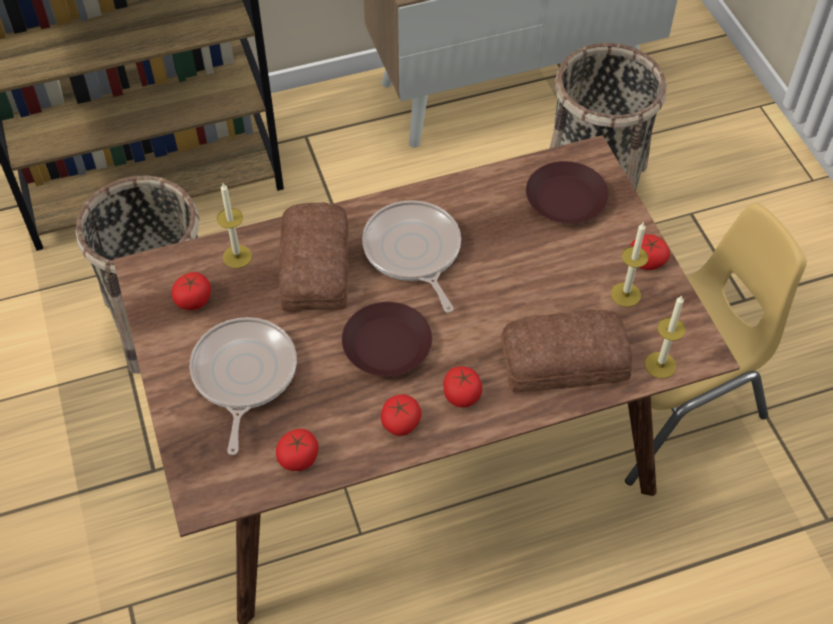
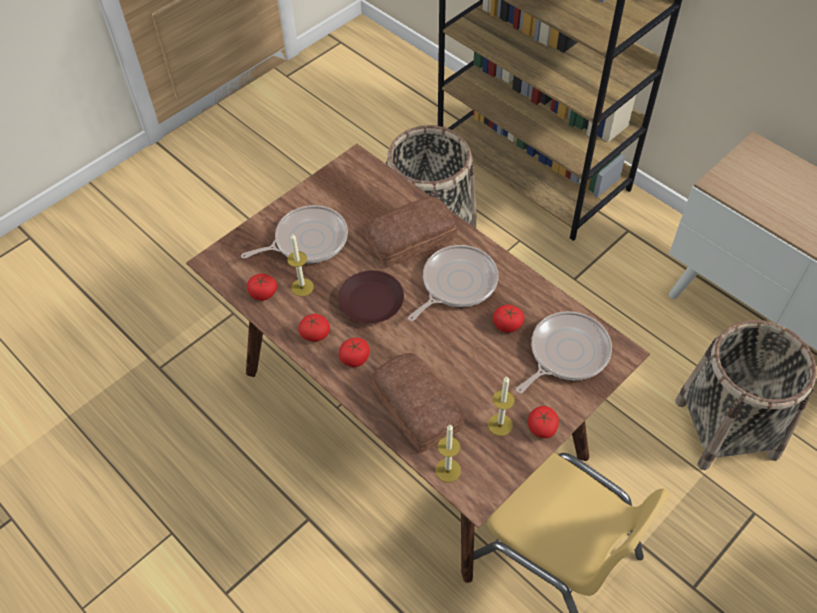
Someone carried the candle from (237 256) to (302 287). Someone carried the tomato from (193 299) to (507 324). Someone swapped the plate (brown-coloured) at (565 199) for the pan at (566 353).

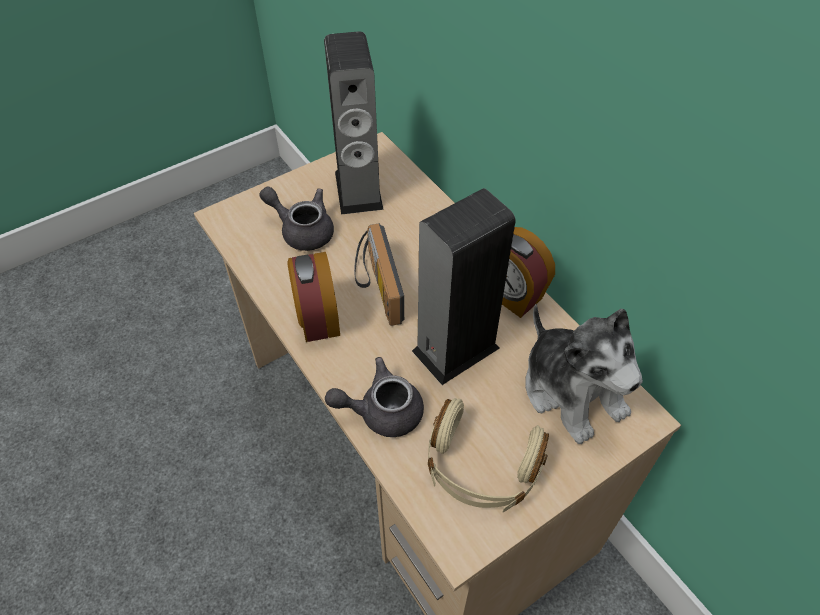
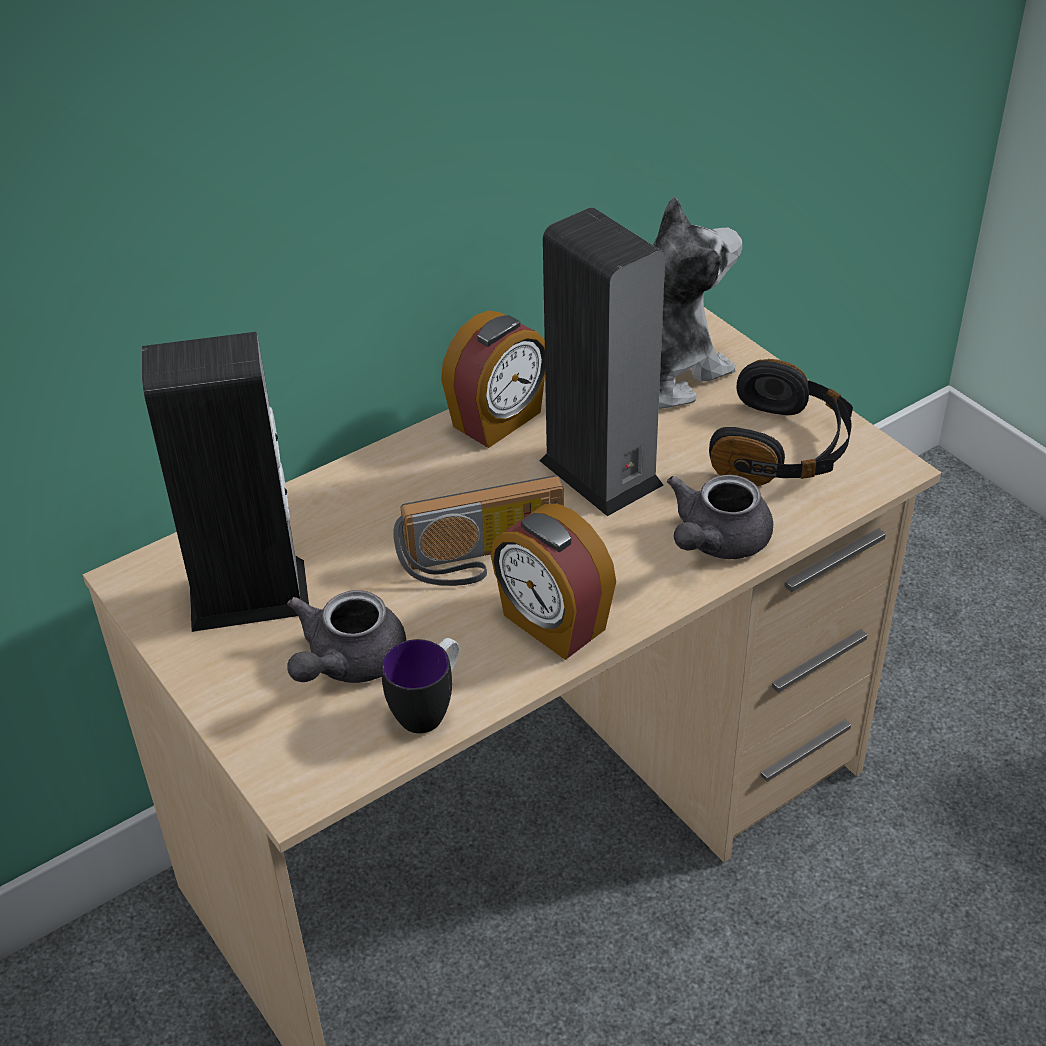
Someone put down the mug at (429 709). Someone rotated the alarm clock at (317 318) by 60 degrees clockwise. Someone rotated the tea pot (grey) at (381 411) by 45 degrees clockwise. Someone repainted the pair of headphones (sand-coloured) at (481 467), which became the pair of headphones (black-coloured) at (783 450).

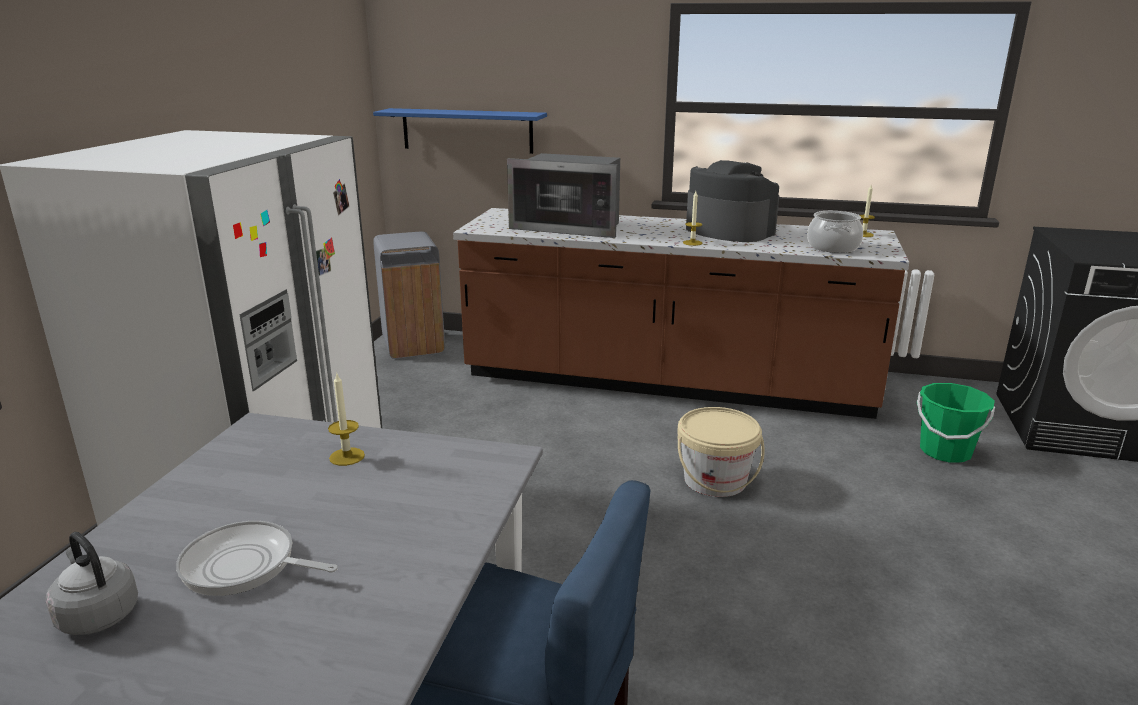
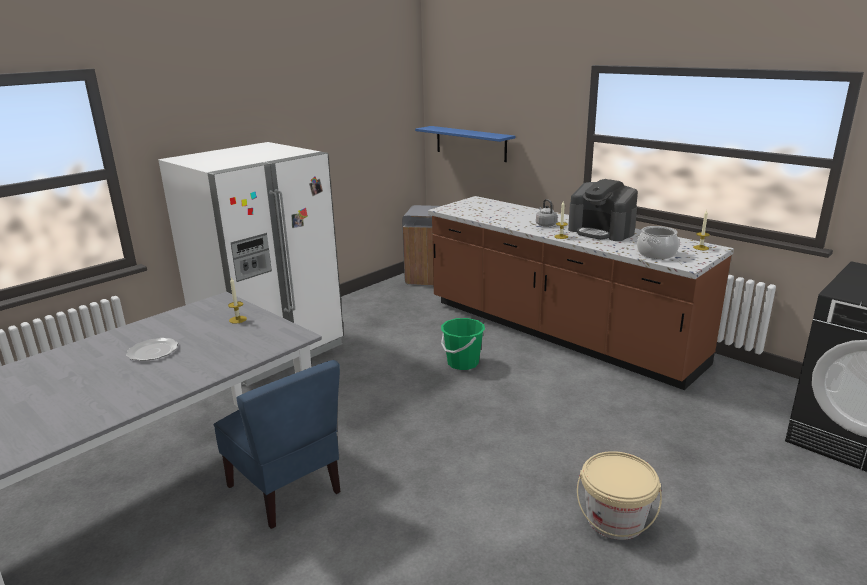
Someone swapped the pan at (244 566) for the plate at (152 352). Someone carried the bucket (green) from (945 451) to (462 363). Someone carried the water kettle (grey) from (97 614) to (545 224). Someone rotated the coffee maker at (728 231) by 150 degrees clockwise. Someone carried the bucket (sand-coloured) from (715 480) to (615 519). Someone took away the microwave oven at (570 226).

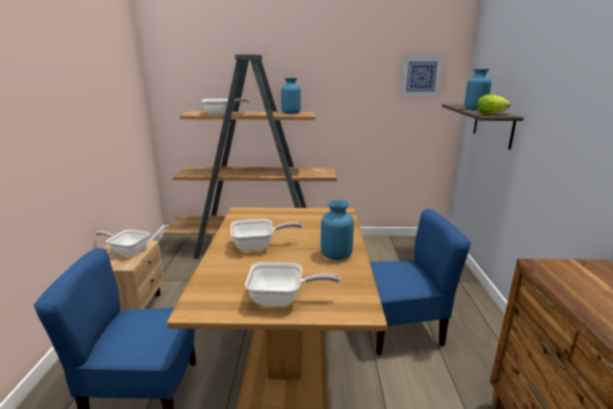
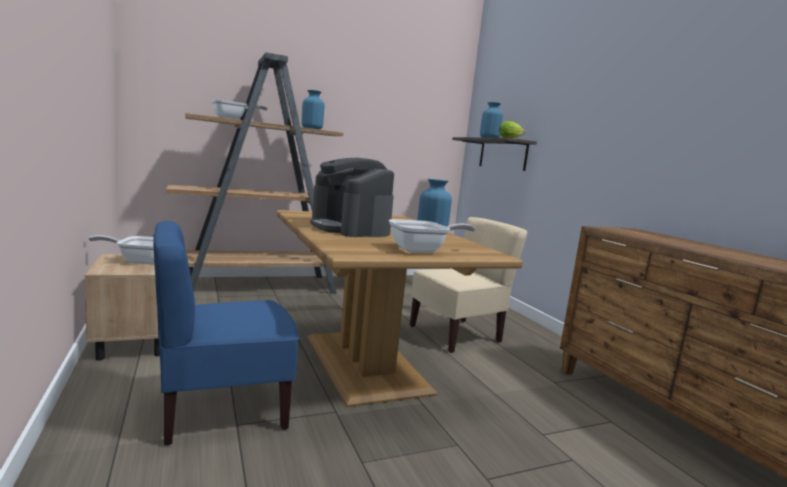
Someone swapped the pan at (258 246) for the coffee maker at (350 228). Someone repainted the upright chair (blue-coloured) at (399 329), which became the upright chair (sand-coloured) at (456 335). Someone took away the picture at (420 76).

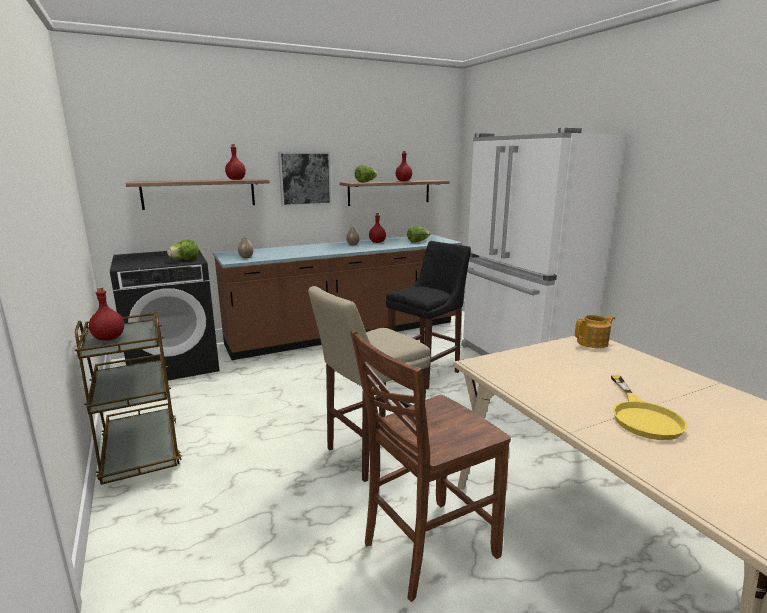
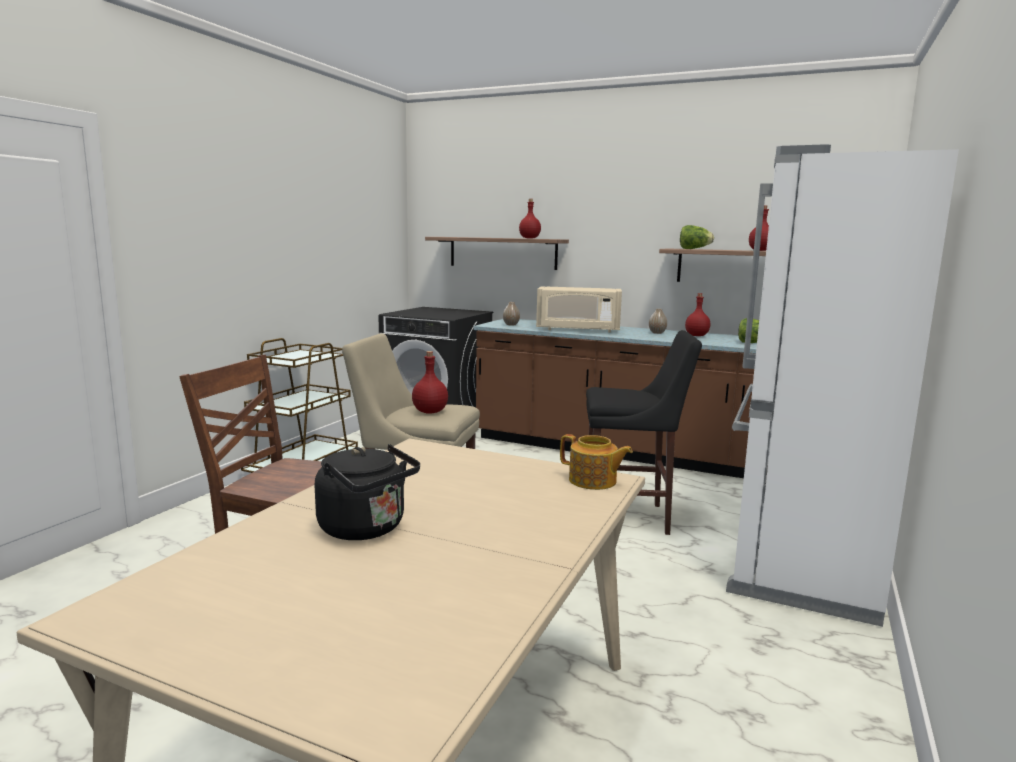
Someone swapped the pan (yellowish) at (642 416) for the water kettle (black-coloured) at (366 529). Someone carried the beverage bottle (reddish) from (108 338) to (429 412). Someone put down the microwave oven (sand-coloured) at (578 330). Someone took away the lettuce at (185 260). Someone took away the picture at (305 178).

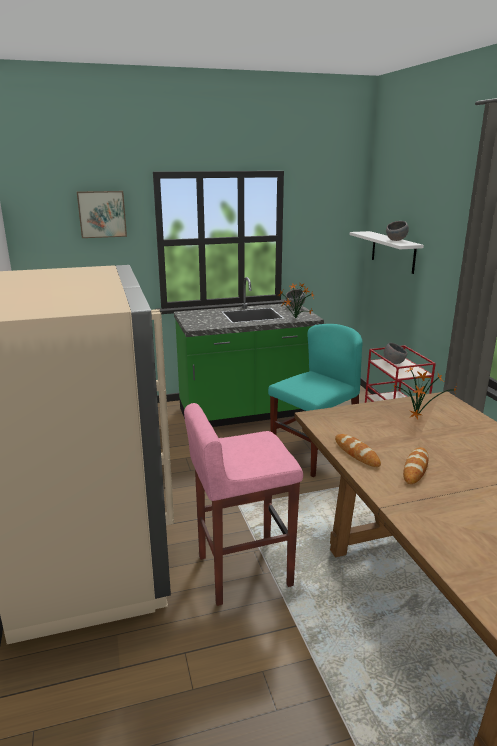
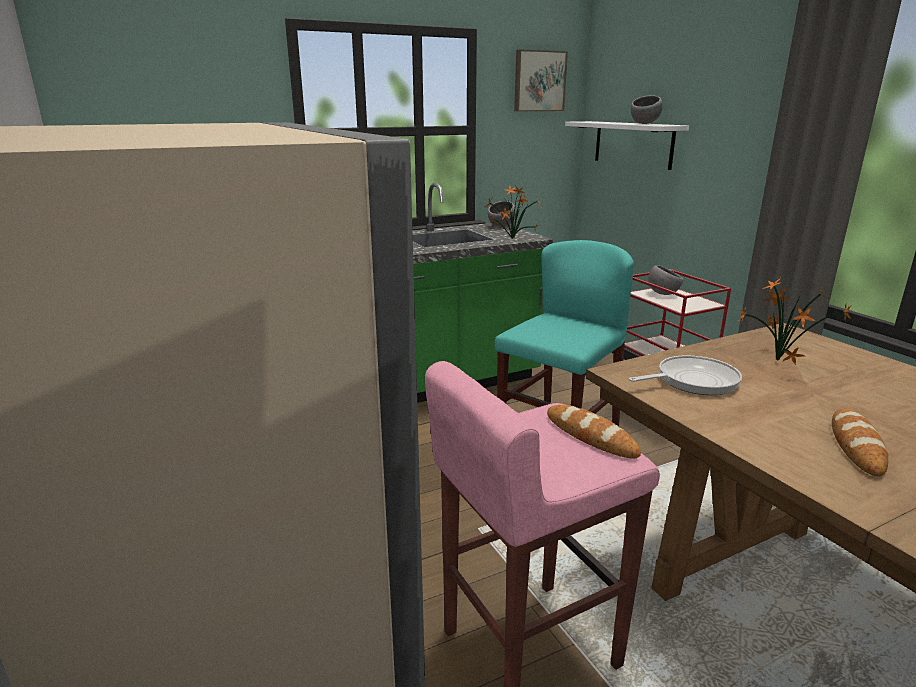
Someone carried the picture from (102 214) to (539 81). Someone carried the bread from (356 453) to (590 436). Someone put down the pan at (692 381).

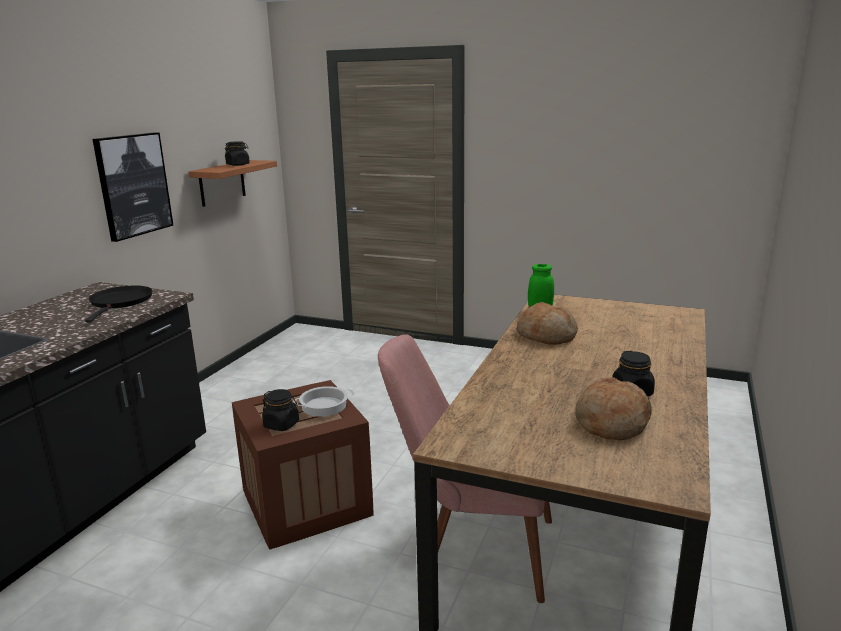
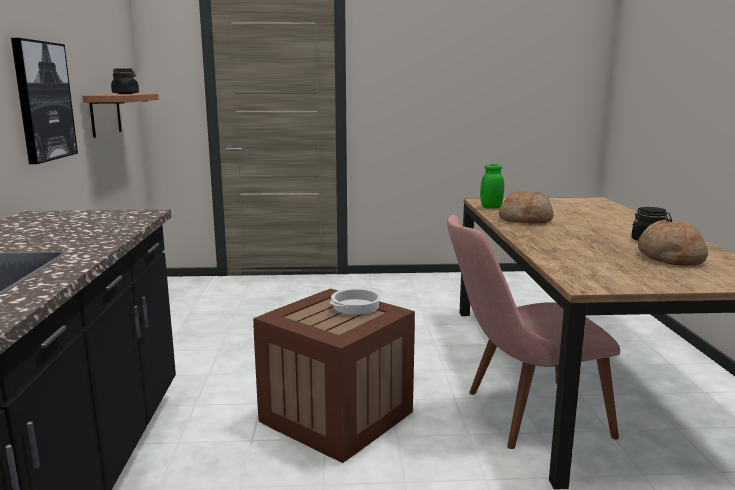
Someone took away the pan (black-coloured) at (120 302). Someone took away the storage jar (black-coloured) at (281 424).

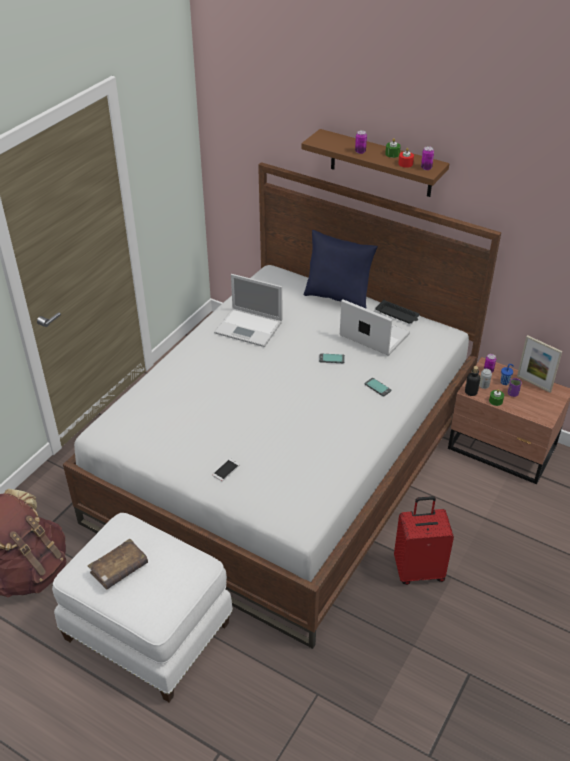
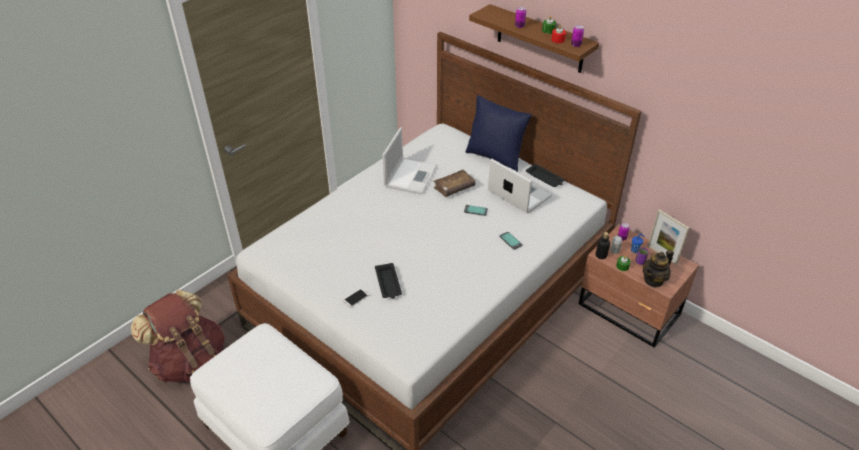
Someone put down the carrying tray (black-coloured) at (388 283). Someone rotated the notebook computer at (250 327) by 105 degrees counterclockwise. Someone carried the book (brown-coloured) from (119 569) to (454 188). Someone put down the tea pot at (653 280). Someone took away the suitcase (reddish) at (418 570).

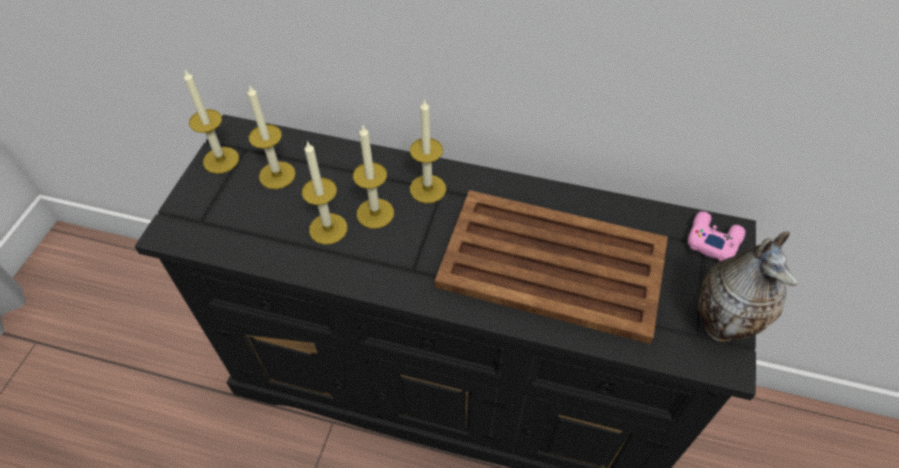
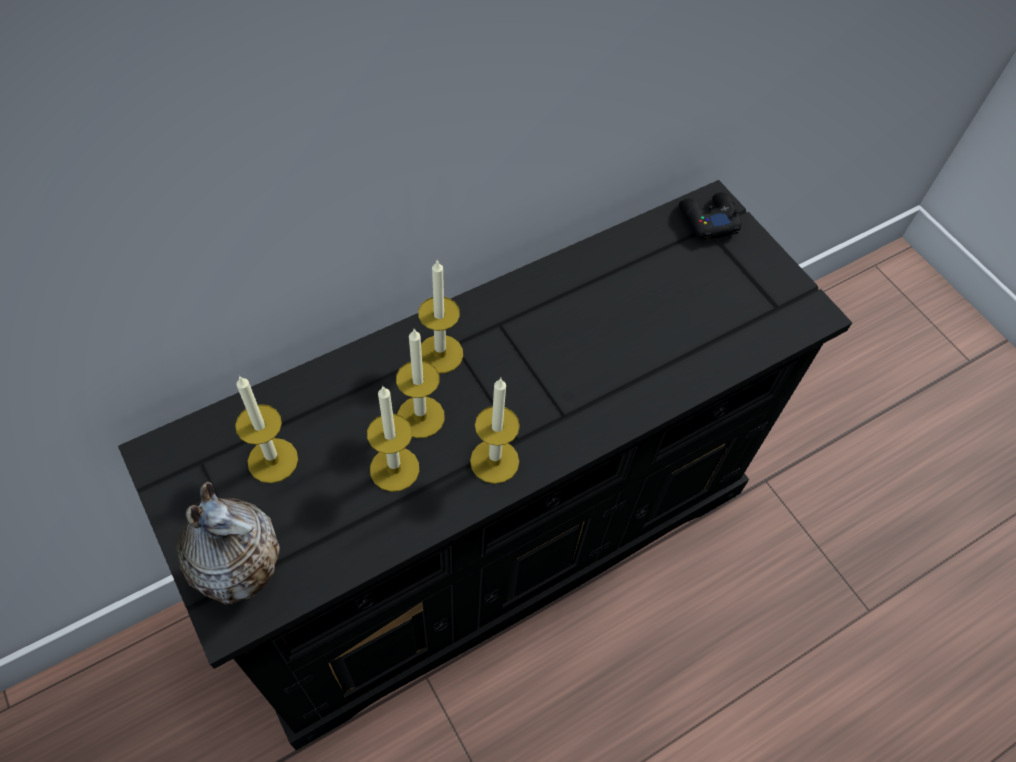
Someone carried the vase from (722 323) to (244 572). Someone carried the candle from (221 160) to (494 461). Someone repainted the joypad (pink) at (712 240), which became the joypad (black-coloured) at (708 220). Someone took away the carrying tray (brown-coloured) at (554 266).

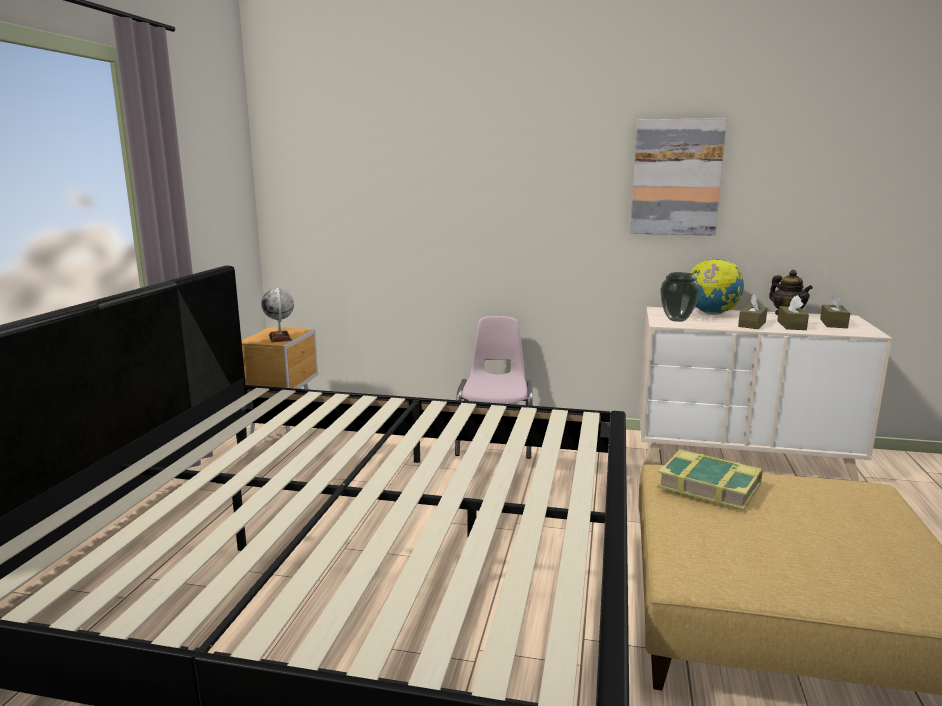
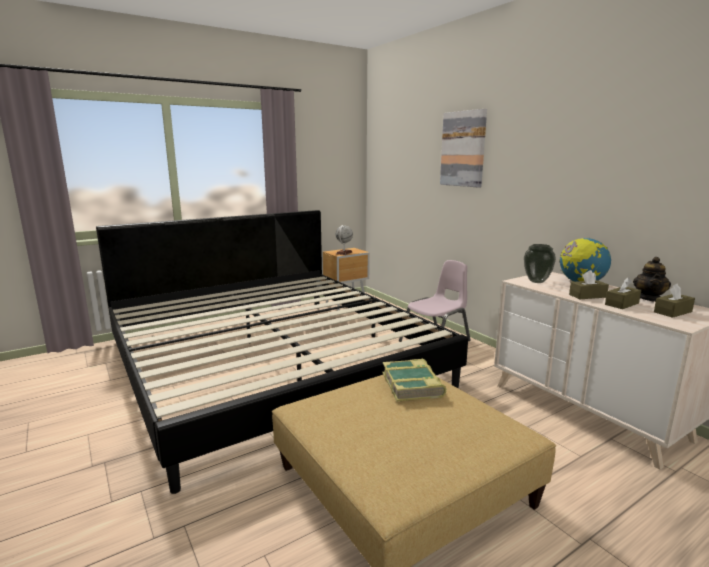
Someone carried the picture from (676 177) to (463 149).

